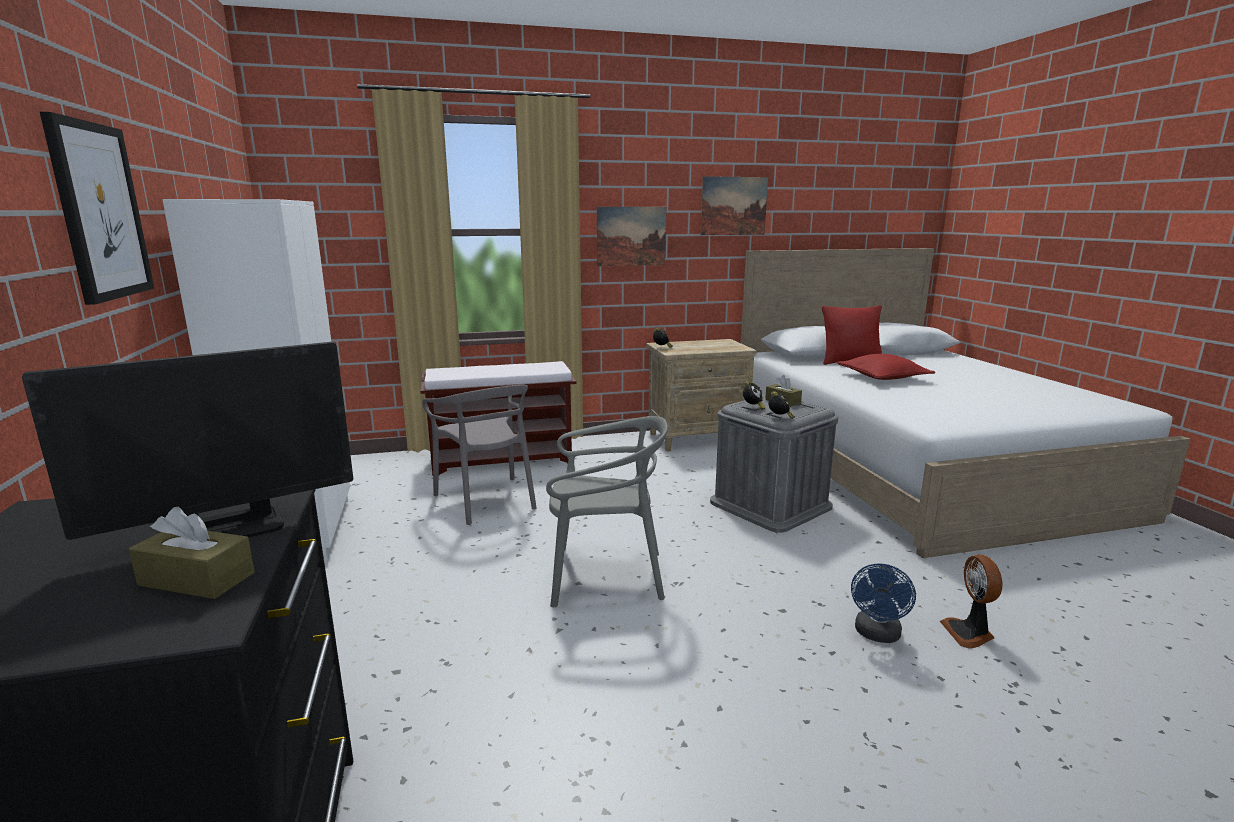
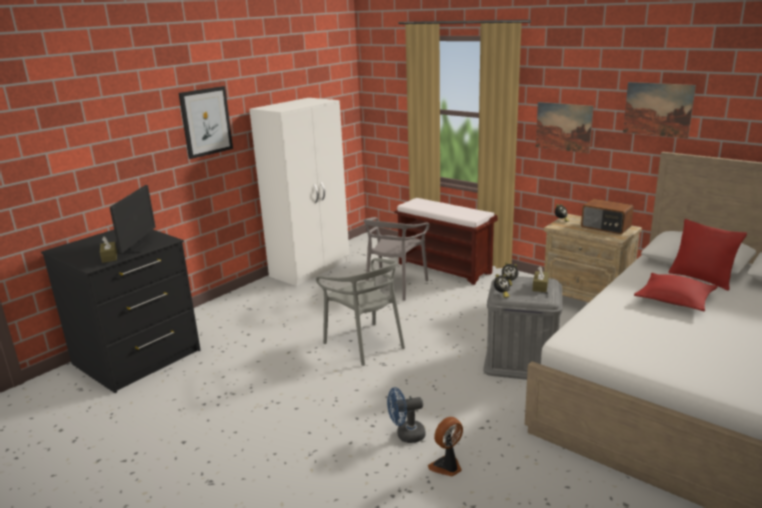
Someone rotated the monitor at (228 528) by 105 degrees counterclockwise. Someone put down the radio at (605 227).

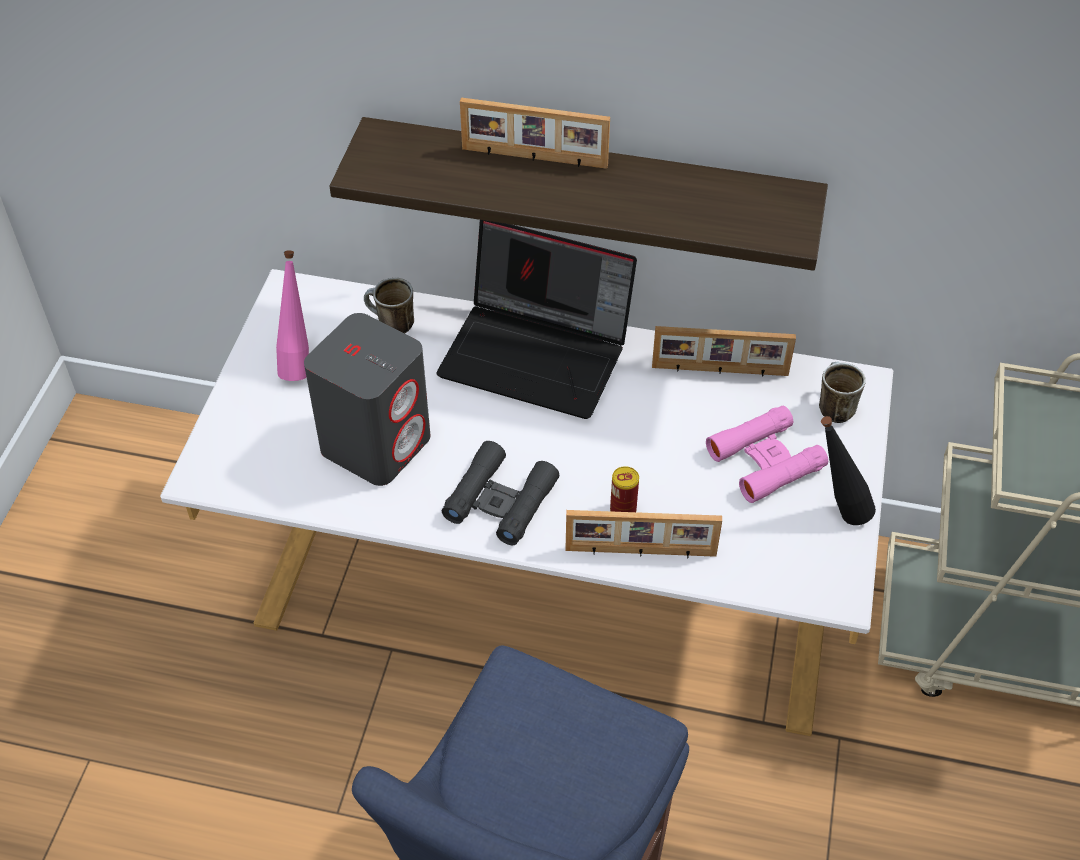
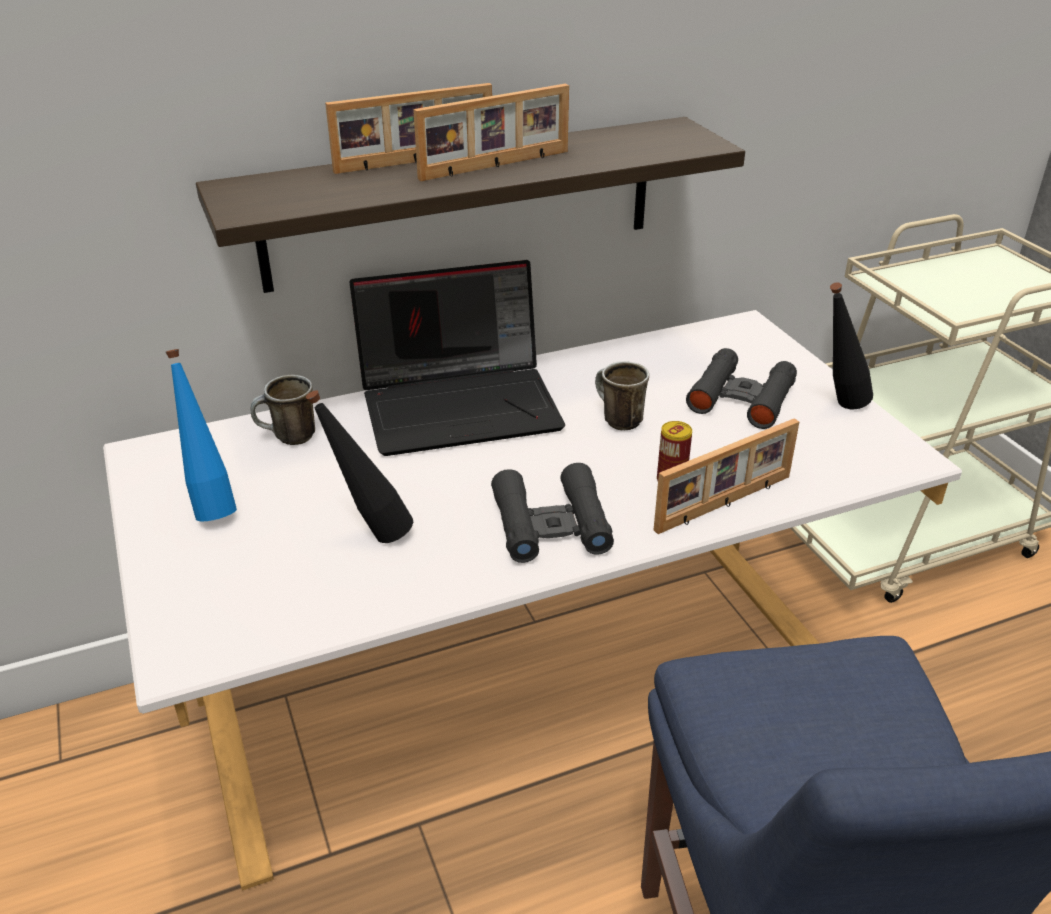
Someone repainted the beverage bottle (pink) at (298 363), which became the beverage bottle (blue-coloured) at (211 506). Someone swapped the audio speaker (grey) at (376 443) for the beverage bottle (black-coloured) at (370 534). Someone carried the photo frame from (720 371) to (496 166). Someone carried the mug from (832 407) to (616 419). Someone repainted the field glasses (pink) at (765 460), which became the field glasses (black-coloured) at (741 398).

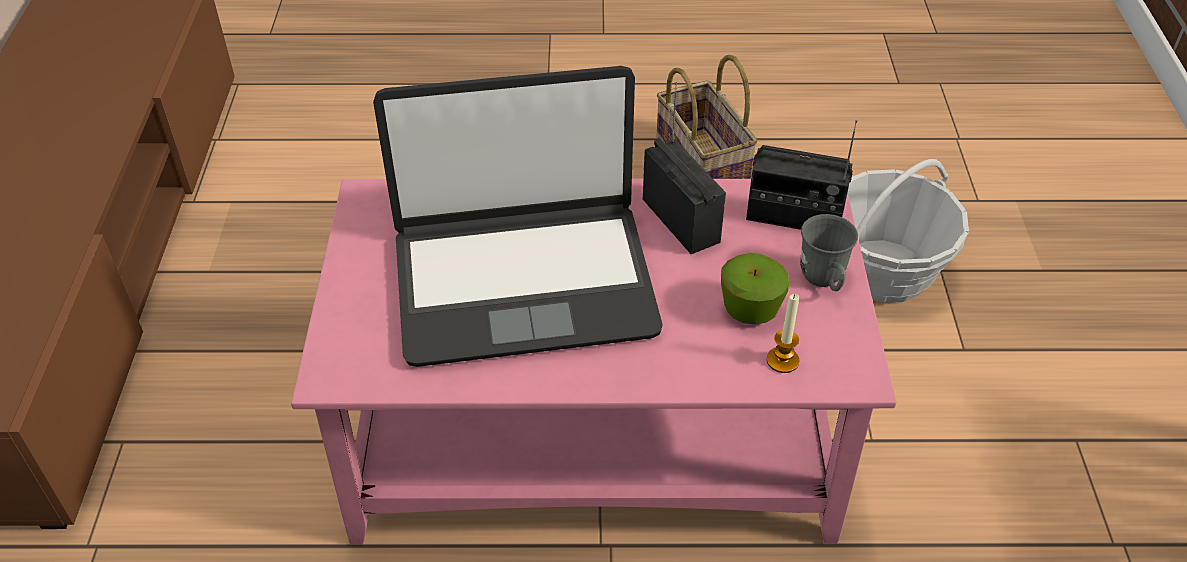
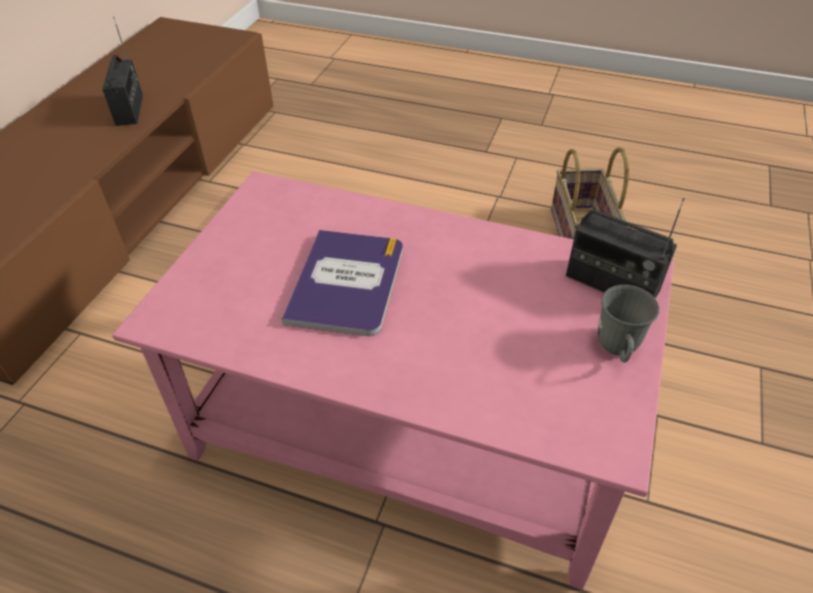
Someone carried the radio from (681 220) to (130 110). Someone swapped the notebook computer at (523 282) for the book at (347 283). Someone took away the apple fruit at (750 309). Someone took away the candle at (782 360). Someone took away the household basket at (883 271).

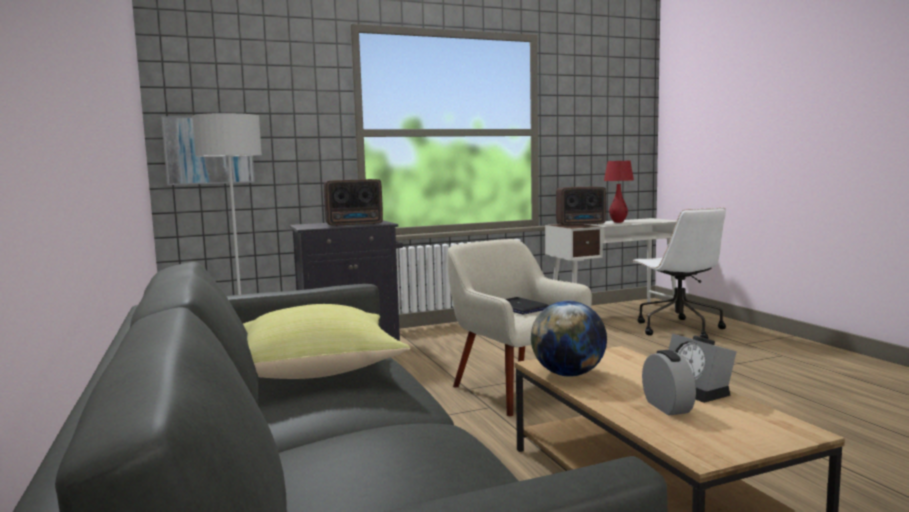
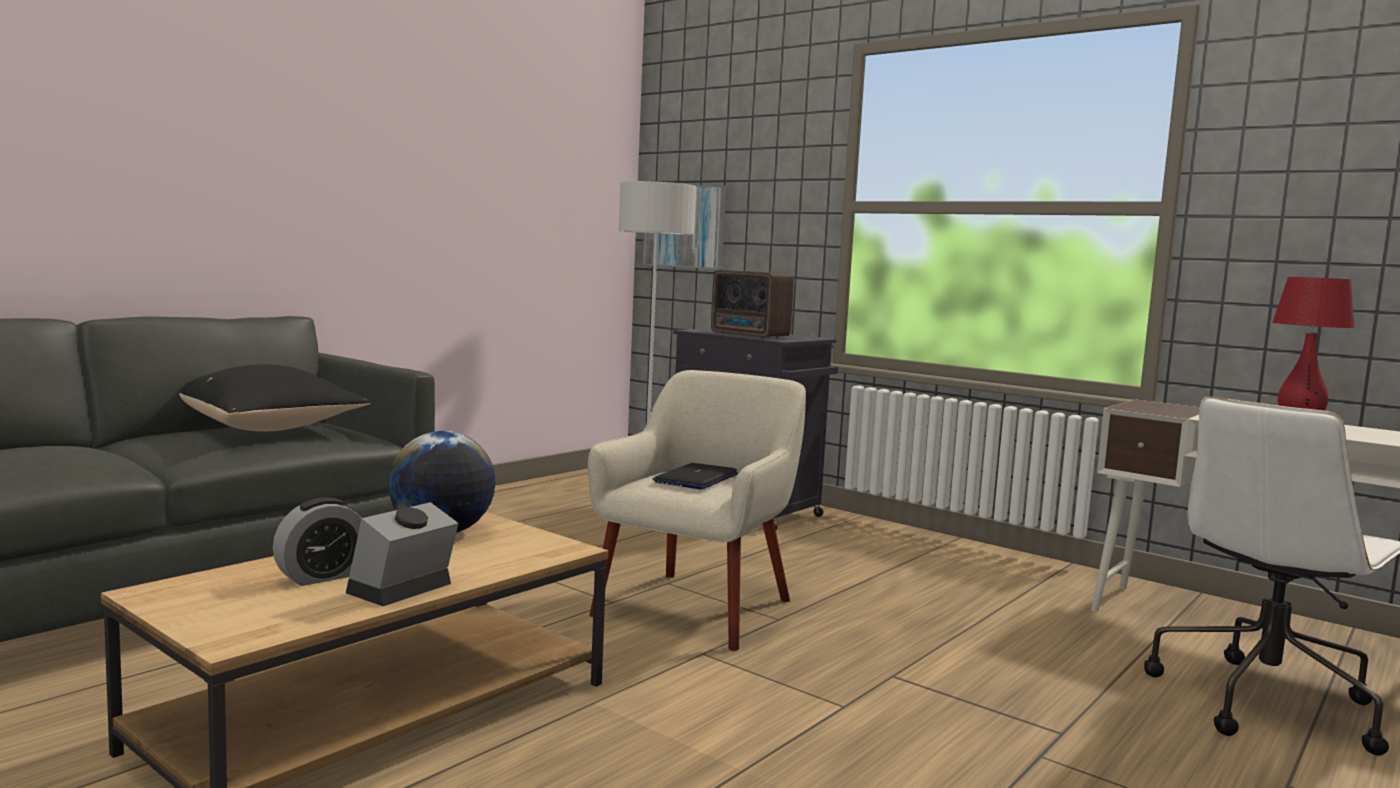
Someone repainted the cushion (yellowish) at (317 370), which became the cushion (black-coloured) at (272 429). Someone took away the radio at (582 224).

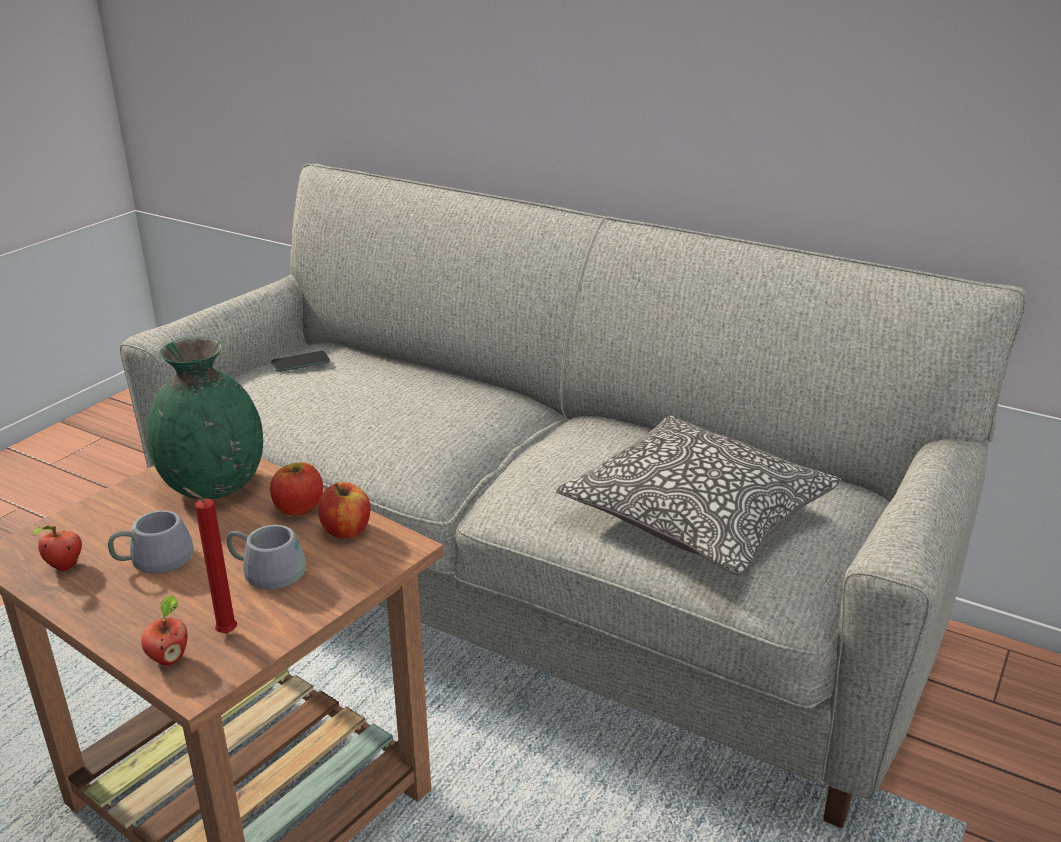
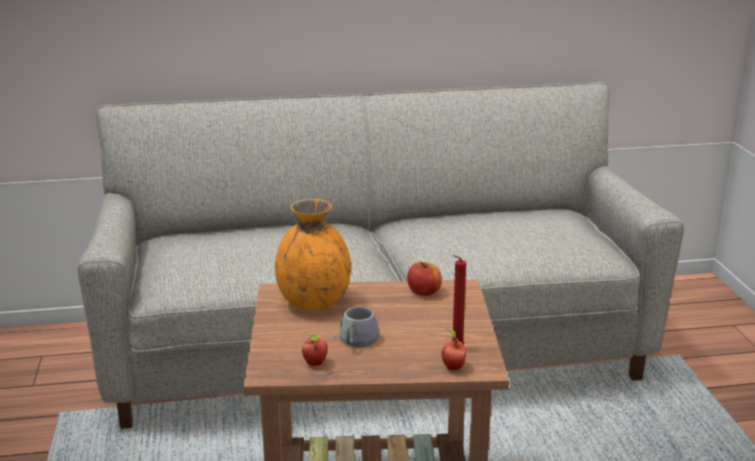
Someone repainted the vase (green) at (213 486), which became the vase (orange) at (314 303). Someone took away the mug (grey) at (270 567). Someone took away the apple fruit at (298 508). Someone took away the telephone at (300 362). Someone took away the cushion at (697 515).

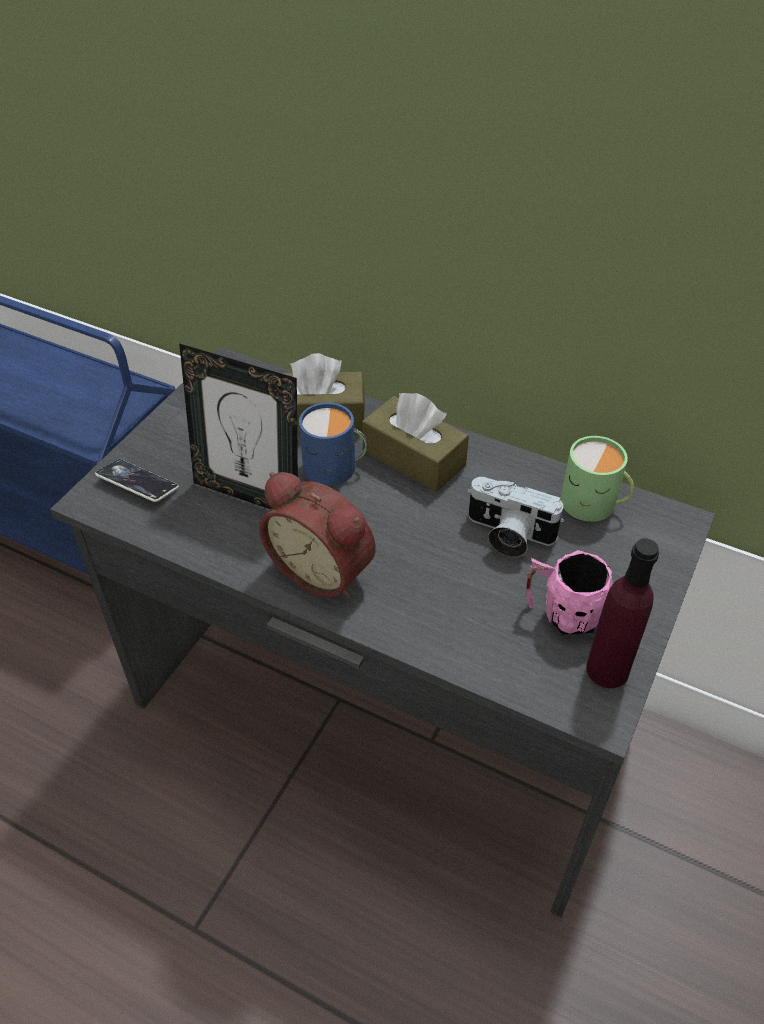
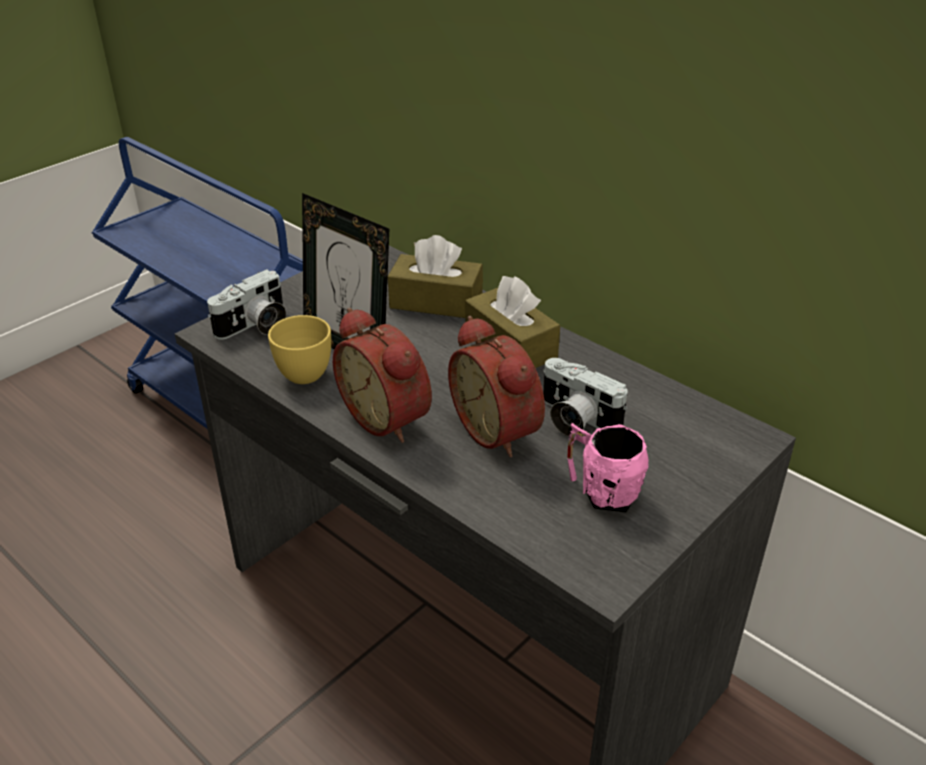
Someone swapped the telephone at (138 484) for the photo camera at (255 327). Someone put down the cup (yellowish) at (302 370). Someone put down the alarm clock at (499 429). Someone took away the mug (blue-coloured) at (335 467). Someone took away the mug (green) at (593 504). Someone took away the beverage bottle (purple-coloured) at (607 670).

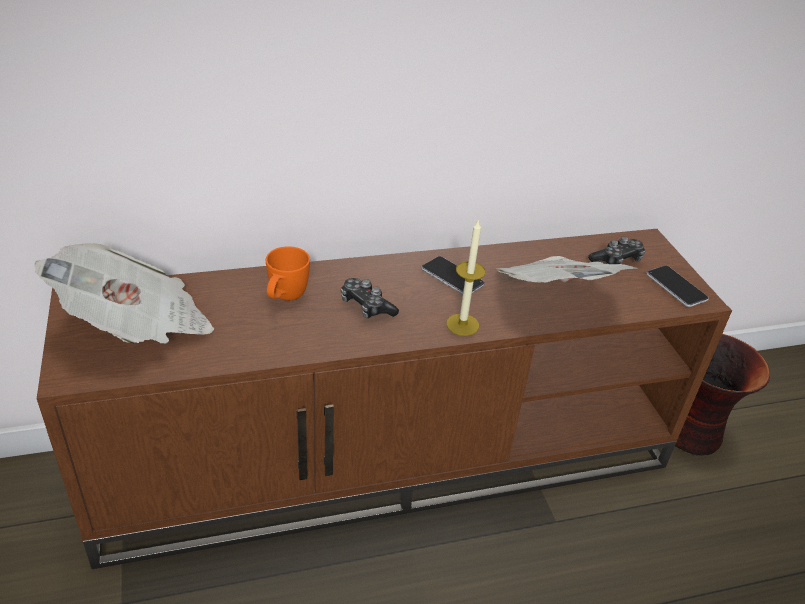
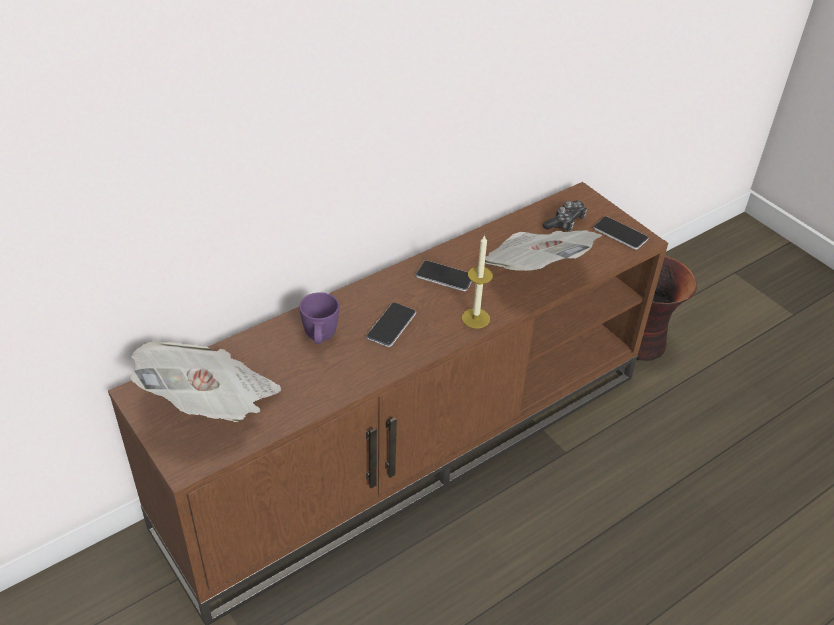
Someone repainted the mug (orange) at (285 298), which became the mug (purple-coloured) at (320 339). Someone swapped the joypad at (366 306) for the telephone at (391 325).

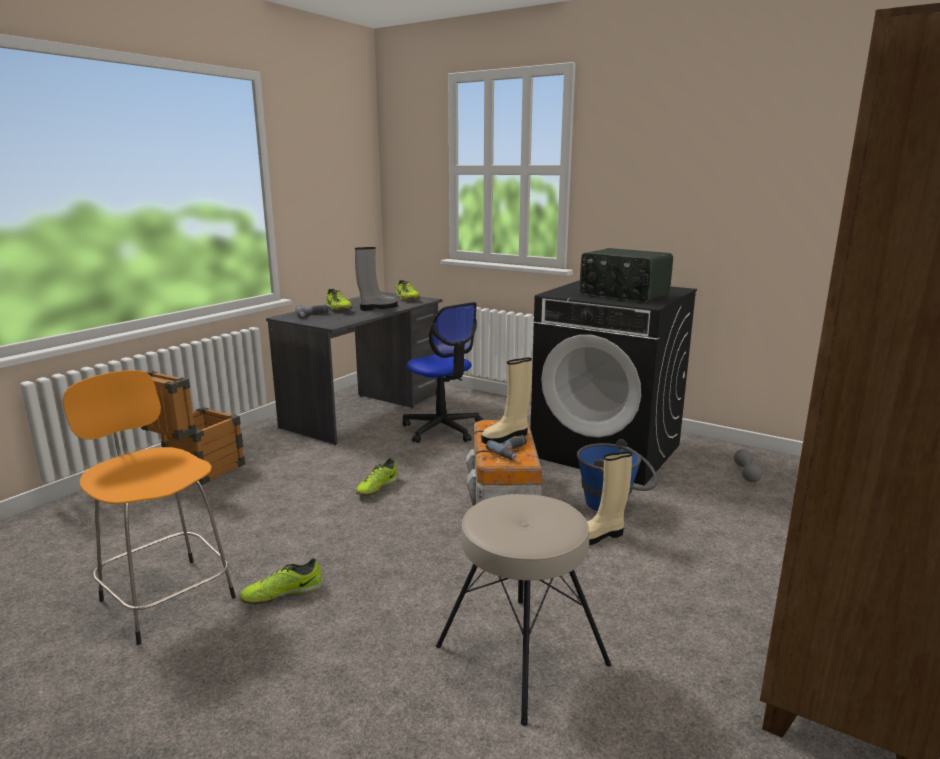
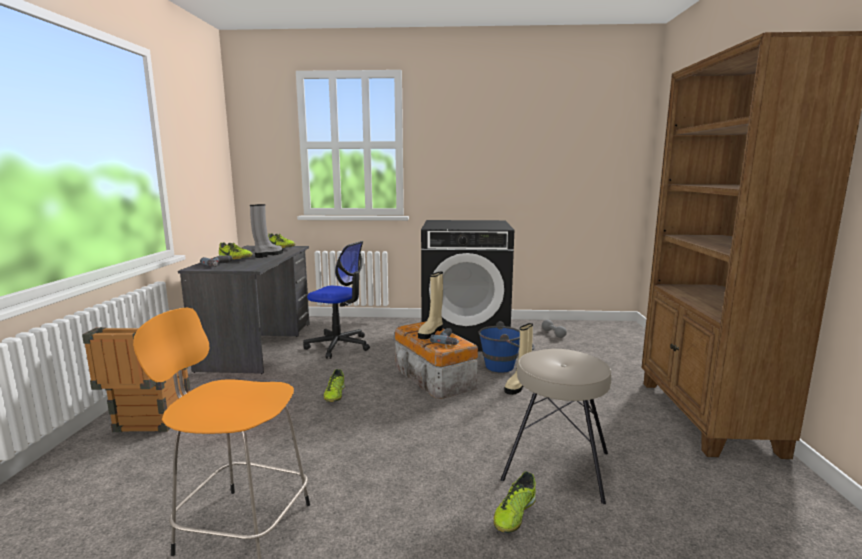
Someone carried the low shoe from (282 594) to (514 514). Someone took away the radio at (623 295).

